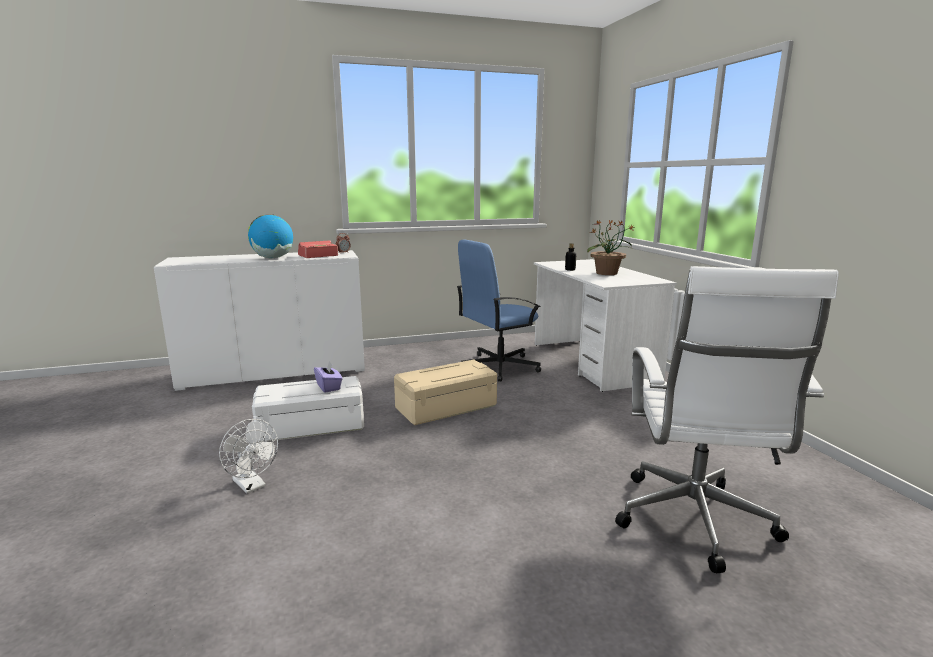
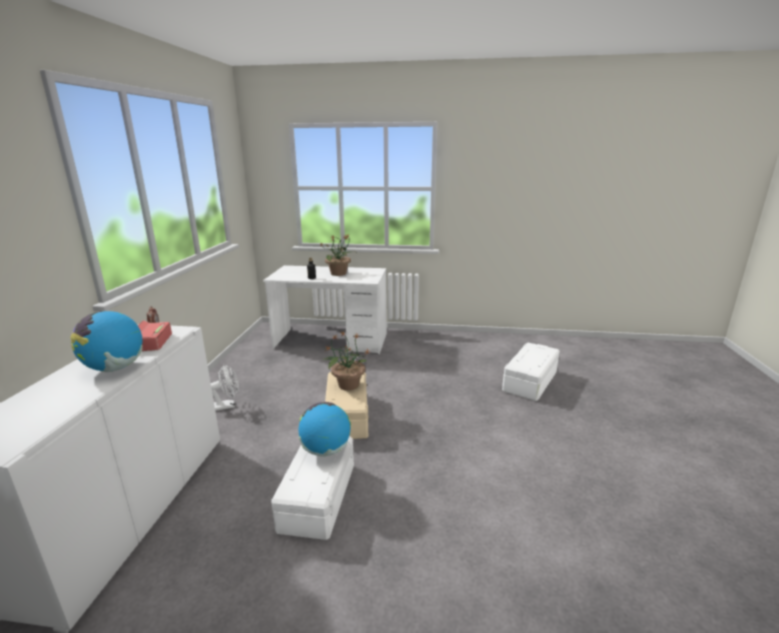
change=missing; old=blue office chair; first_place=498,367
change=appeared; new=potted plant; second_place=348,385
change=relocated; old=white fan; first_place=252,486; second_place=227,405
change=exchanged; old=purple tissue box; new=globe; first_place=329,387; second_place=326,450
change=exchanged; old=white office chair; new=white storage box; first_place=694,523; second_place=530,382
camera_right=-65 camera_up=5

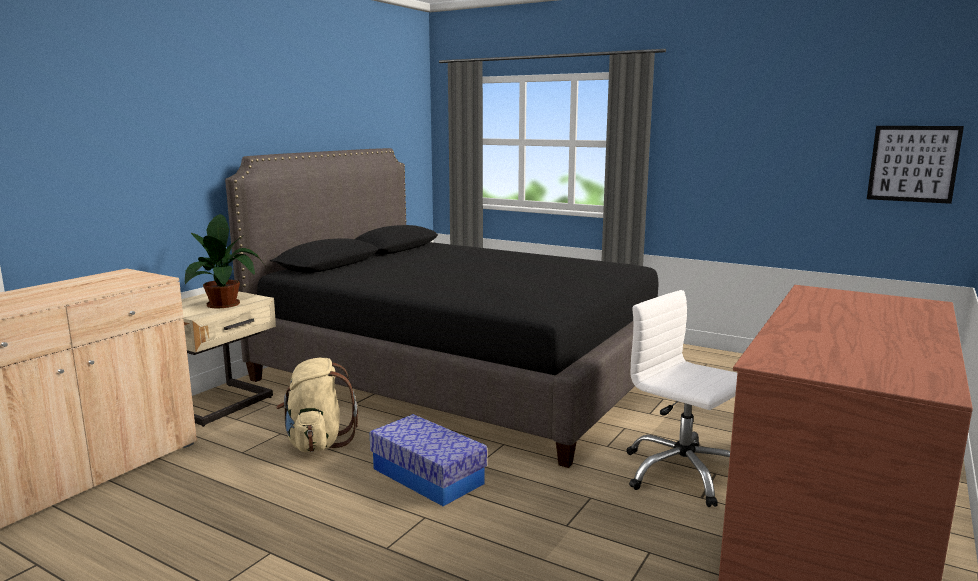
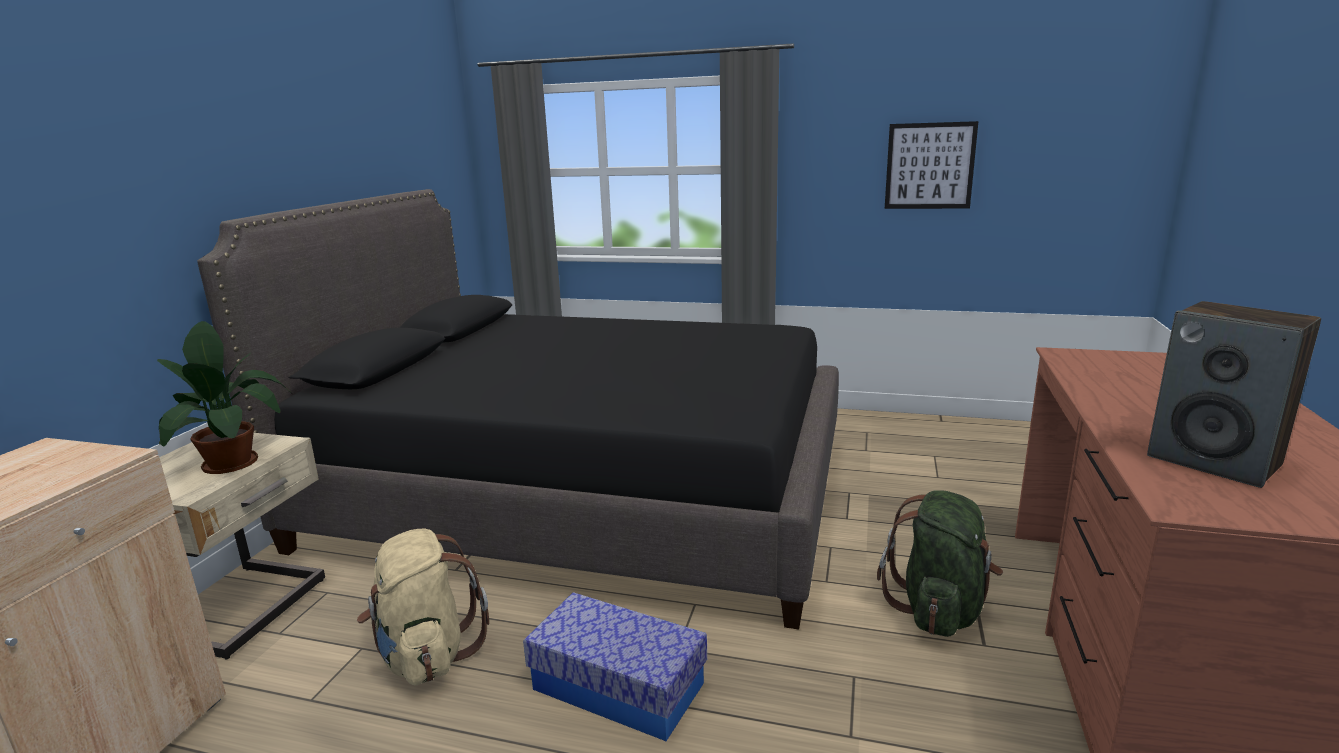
change=appeared; new=speaker; second_place=1215,461
change=relocated; old=picture; first_place=913,164; second_place=929,166
change=exchanged; old=white office chair; new=green backpack; first_place=682,473; second_place=939,609
camera_right=-15 camera_up=5

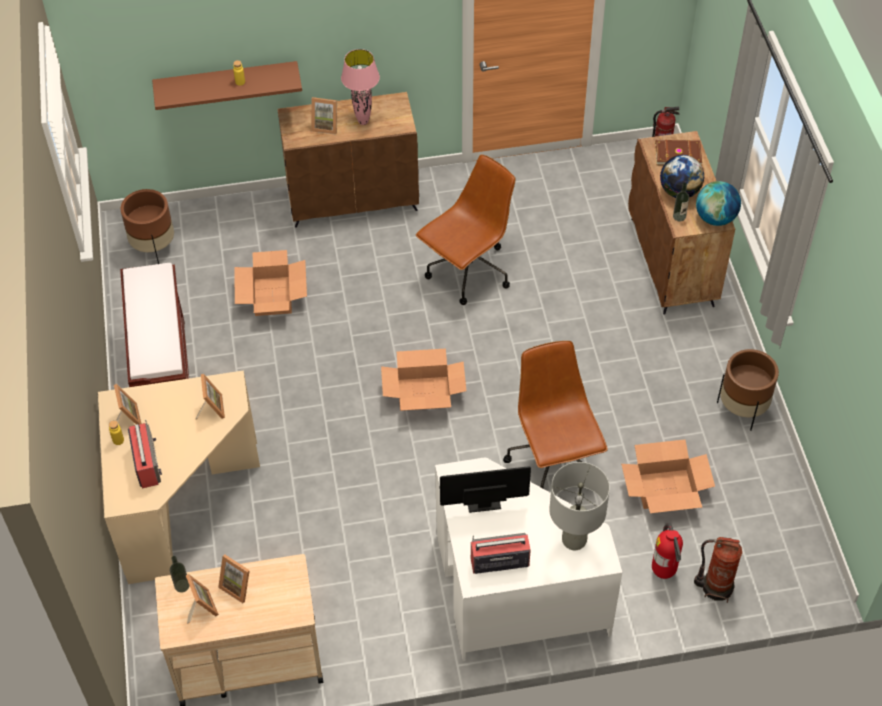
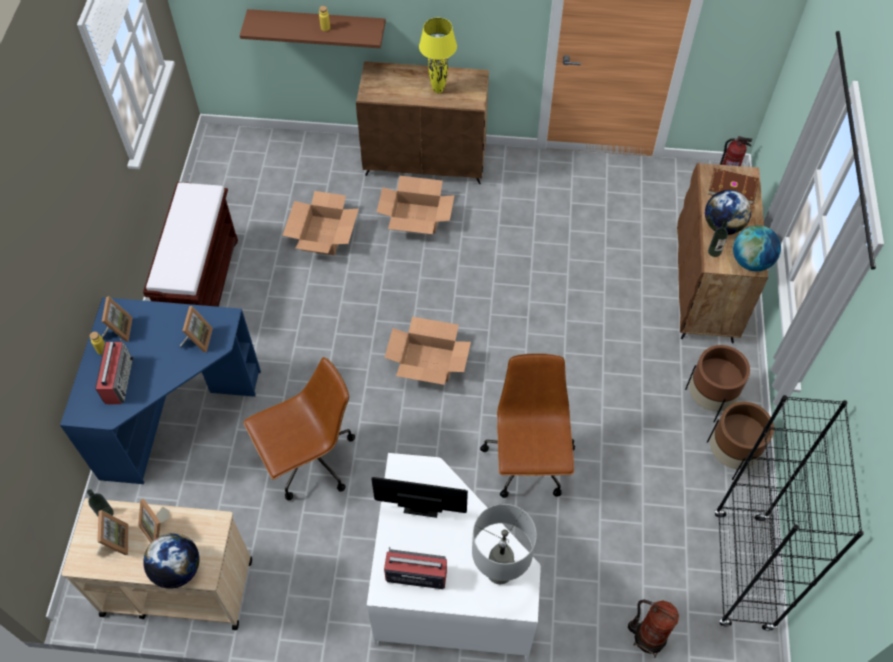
change=missing; old=picture frame; first_place=326,126
change=missing; old=fire extinguisher; first_place=664,572
change=appeared; new=globe; second_place=177,569
change=appeared; new=black bookcase; second_place=742,571
change=relocated; old=brown planter; first_place=154,248; second_place=709,399
change=relocated; old=brown office chair; first_place=468,273; second_place=309,461
change=relocated; old=cardboard box; first_place=665,489; second_place=416,217
change=colour; old=beige desk; new=blue desk; first_place=182,504; second_place=173,414
change=colour; old=pink table lamp; new=yellow table lamp; first_place=363,121; second_place=438,90
camera_right=15 camera_up=5

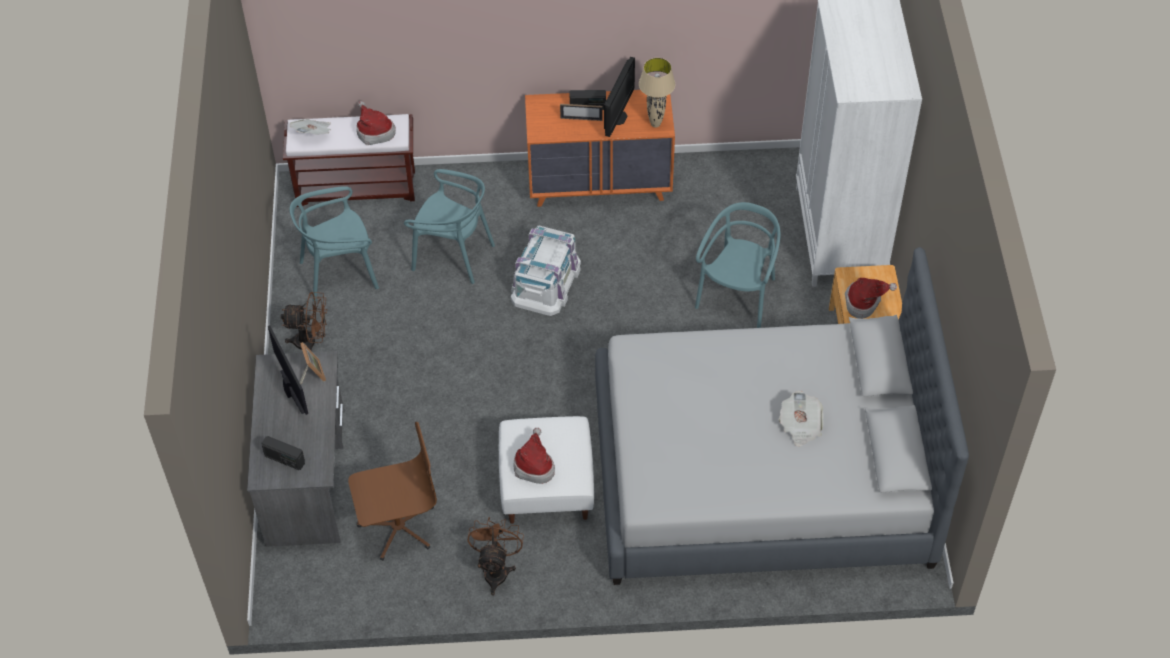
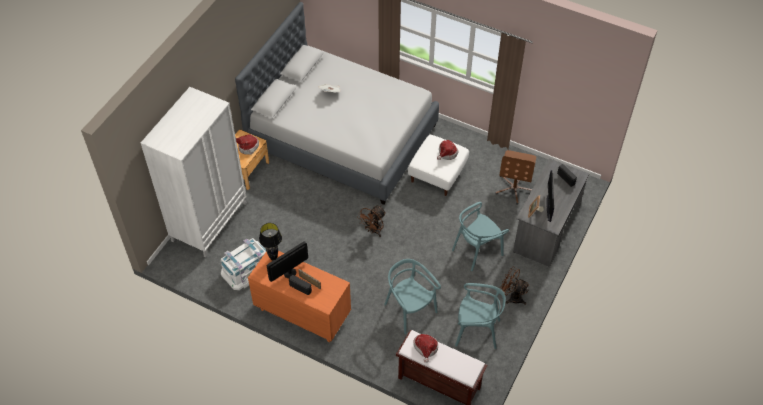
change=missing; old=newspaper; first_place=313,134
change=relocated; old=brown fan; first_place=496,570; second_place=373,231
change=relocated; old=white storage box; first_place=545,281; second_place=246,270
change=relocated; old=turquoise chair; first_place=738,295; second_place=477,251
change=colour; old=beige table lamp; new=black table lamp; first_place=655,124; second_place=273,258
change=spun; old=brown office chair; first_place=397,526; second_place=514,188; degrees=-90
camera_right=-150 camera_up=0

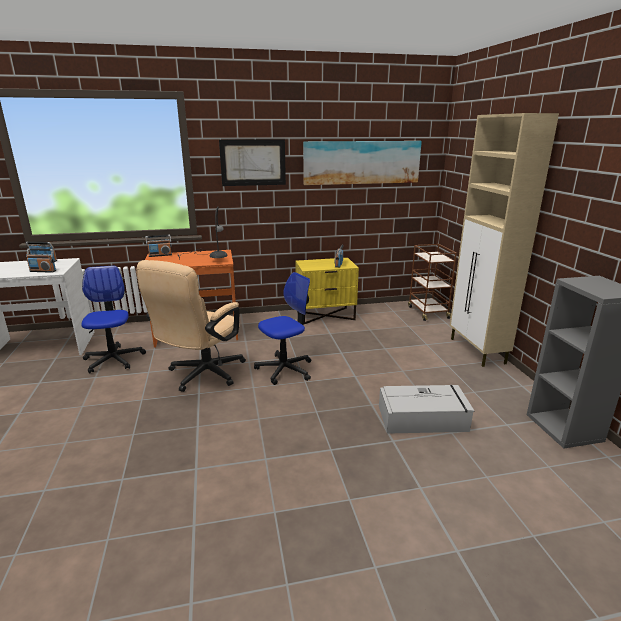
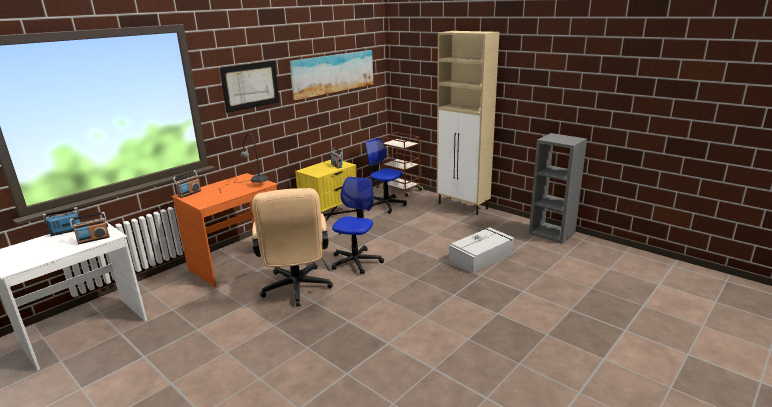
change=relocated; old=office chair; first_place=114,359; second_place=385,205
camera_right=-35 camera_up=0

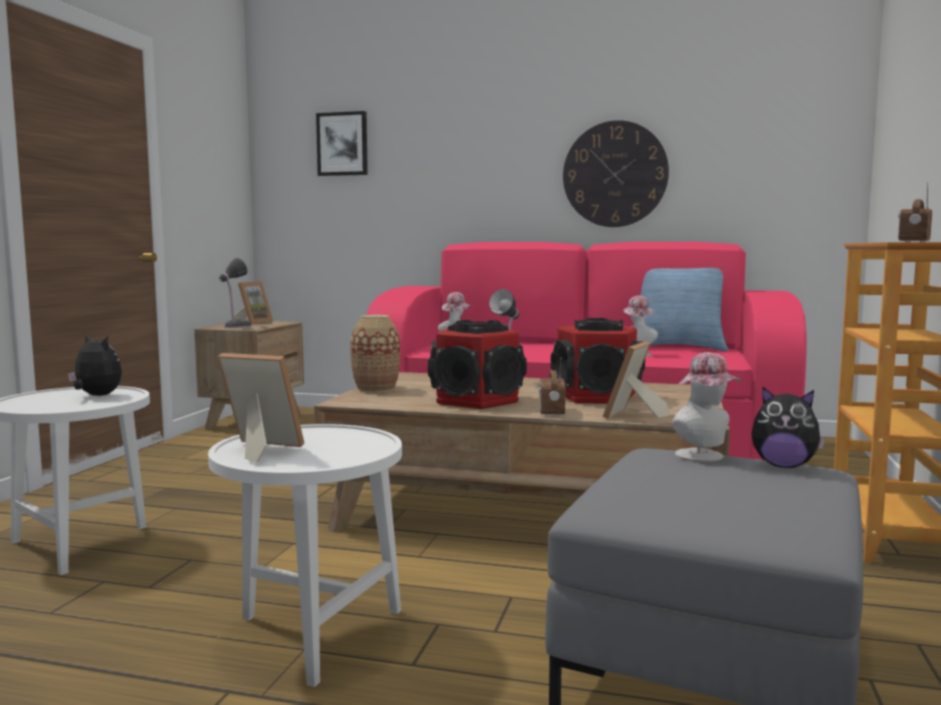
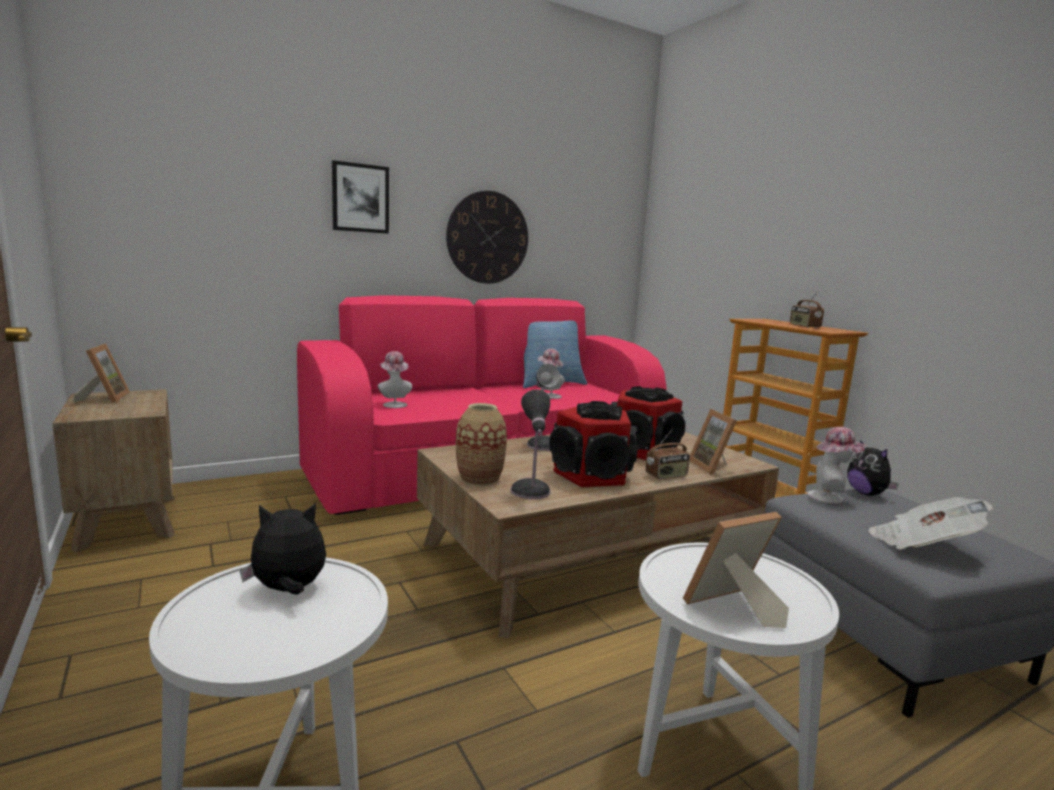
change=appeared; new=newspaper; second_place=922,545
change=relocated; old=table lamp; first_place=236,326; second_place=530,492
change=relocated; old=picture; first_place=342,144; second_place=360,198
change=spun; old=radio; first_place=551,411; second_place=666,476; degrees=-75
change=spun; old=plush toy; first_place=783,466; second_place=867,493; degrees=90
camera_right=-45 camera_up=5

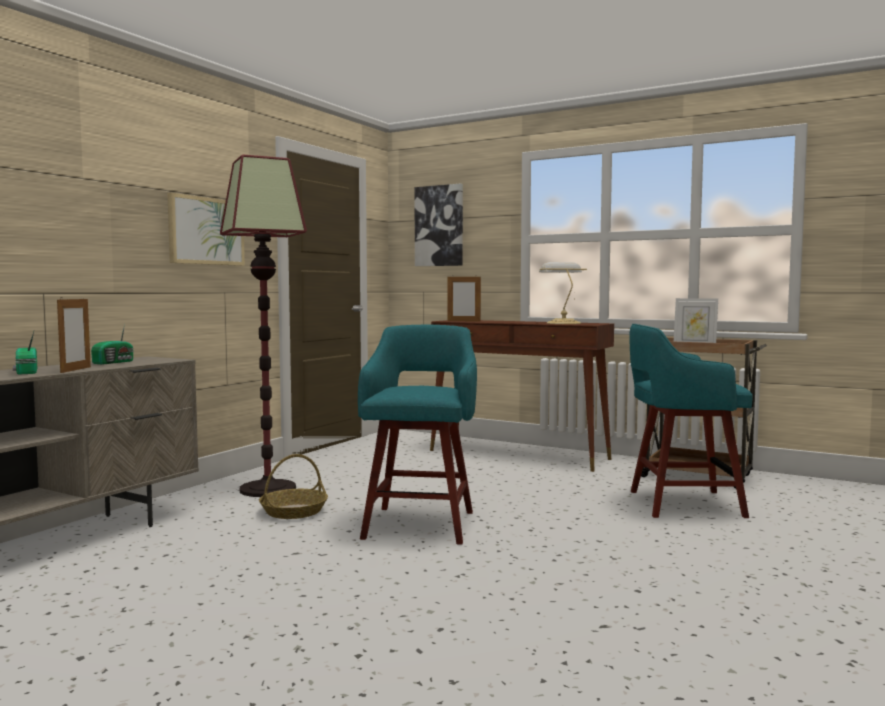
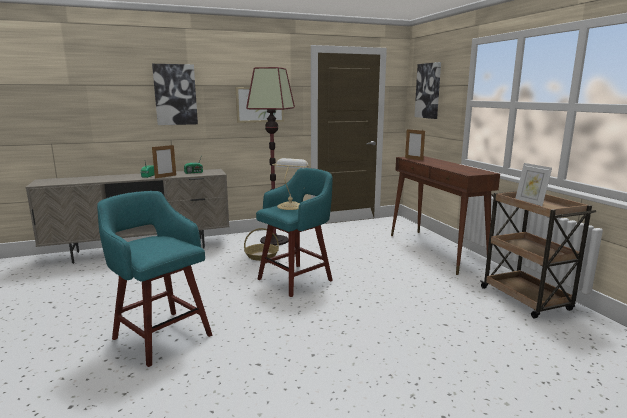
change=appeared; new=picture; second_place=175,94
change=relocated; old=table lamp; first_place=562,323; second_place=290,206
change=relocated; old=turquoise stool; first_place=681,504; second_place=161,335
camera_right=40 camera_up=10

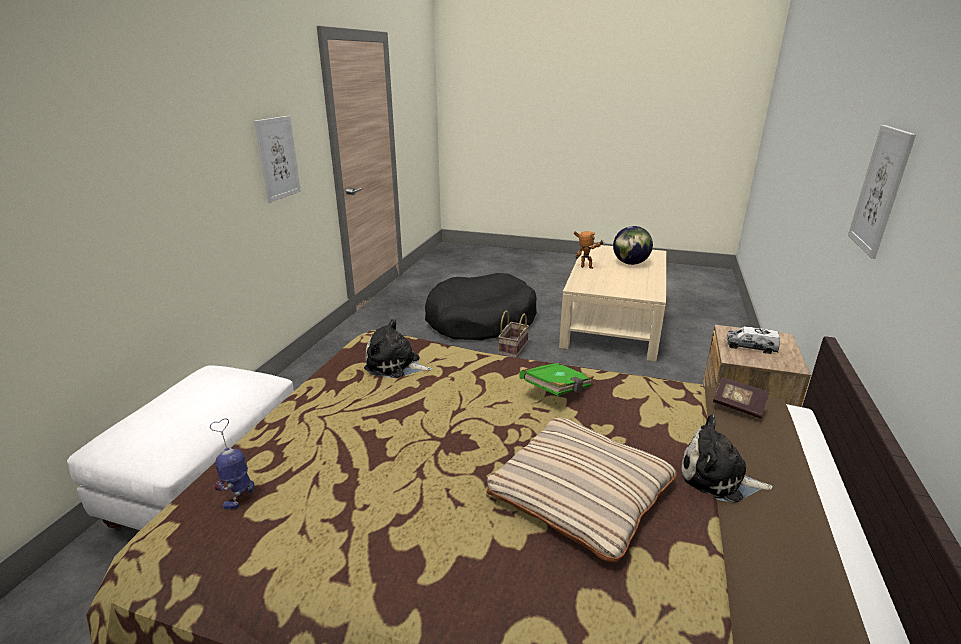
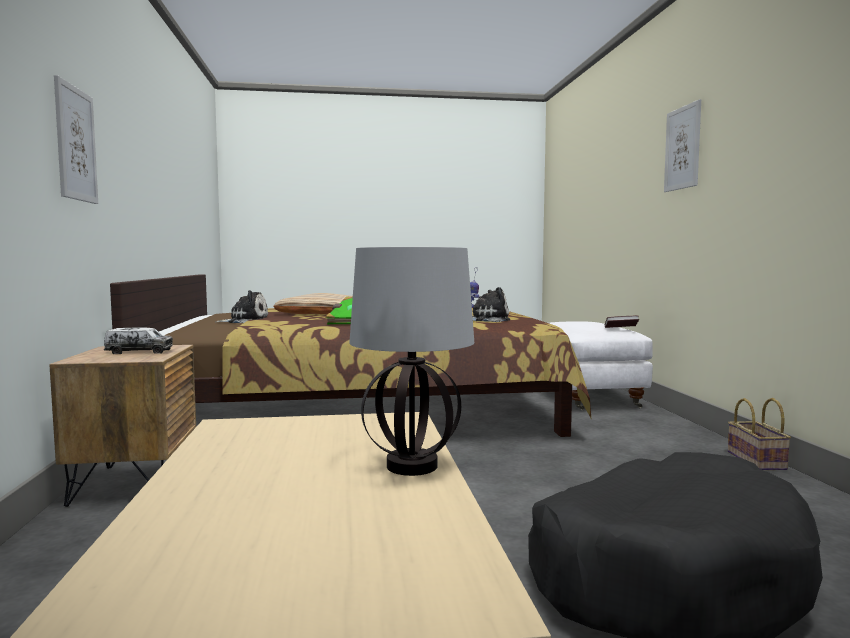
change=missing; old=globe; first_place=630,263
change=relocated; old=picture; first_place=278,158; second_place=682,148
change=relocated; old=basket; first_place=513,348; second_place=758,461
change=relocated; old=book; first_place=738,406; second_place=621,328
change=exchanged; old=toy robot; new=table lamp; first_place=586,268; second_place=413,466
camera_right=155 camera_up=-20

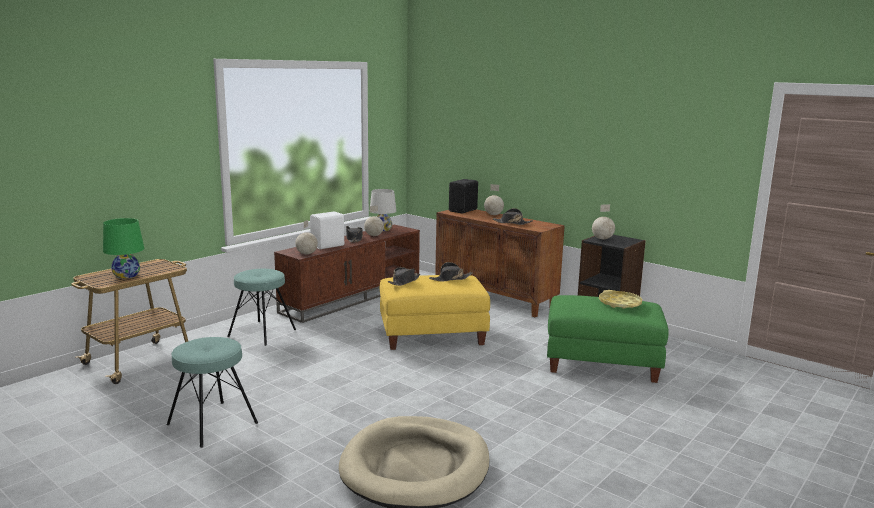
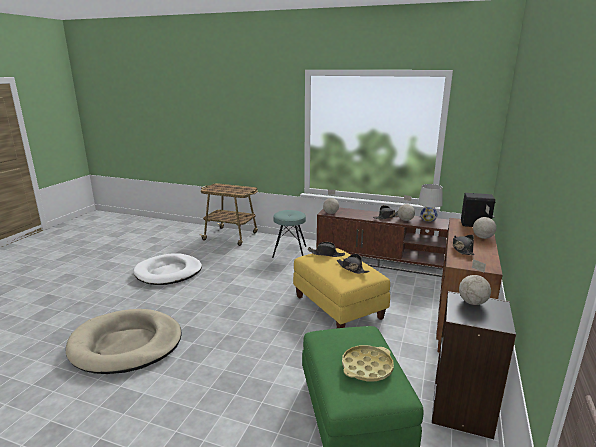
change=missing; old=green table lamp; first_place=126,275
change=missing; old=white speaker; first_place=328,246
change=exchanged; old=turquoise stool; new=white dog bed; first_place=212,424; second_place=168,272
camera_right=70 camera_up=5

